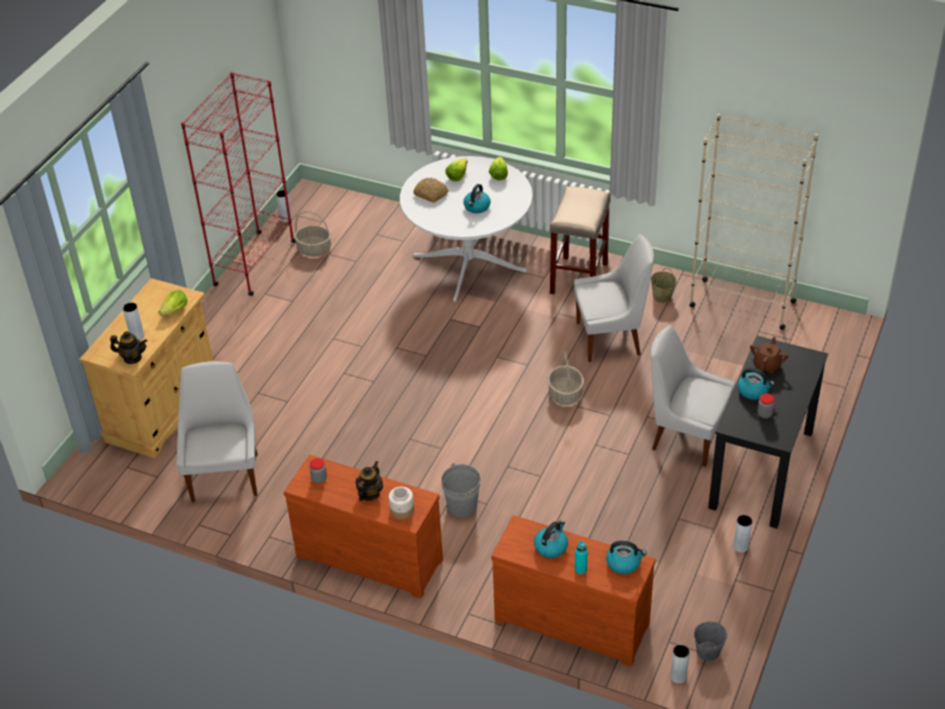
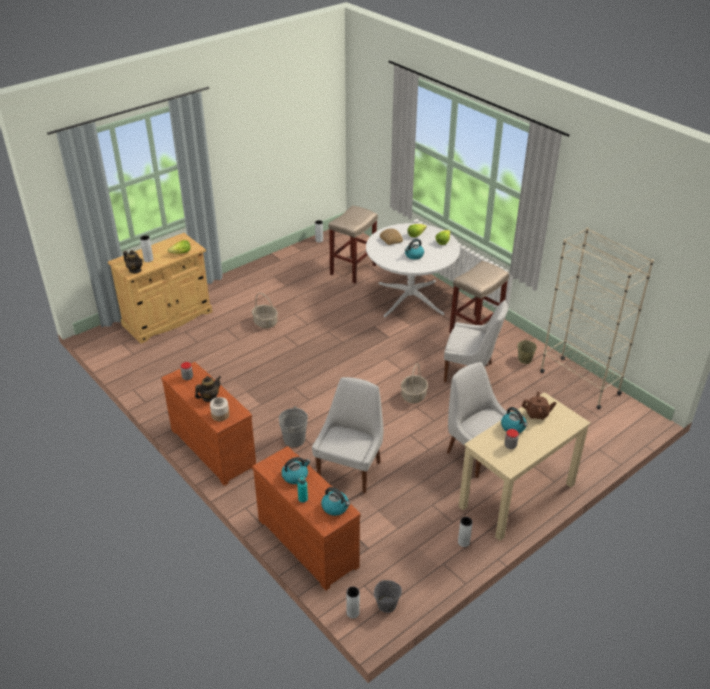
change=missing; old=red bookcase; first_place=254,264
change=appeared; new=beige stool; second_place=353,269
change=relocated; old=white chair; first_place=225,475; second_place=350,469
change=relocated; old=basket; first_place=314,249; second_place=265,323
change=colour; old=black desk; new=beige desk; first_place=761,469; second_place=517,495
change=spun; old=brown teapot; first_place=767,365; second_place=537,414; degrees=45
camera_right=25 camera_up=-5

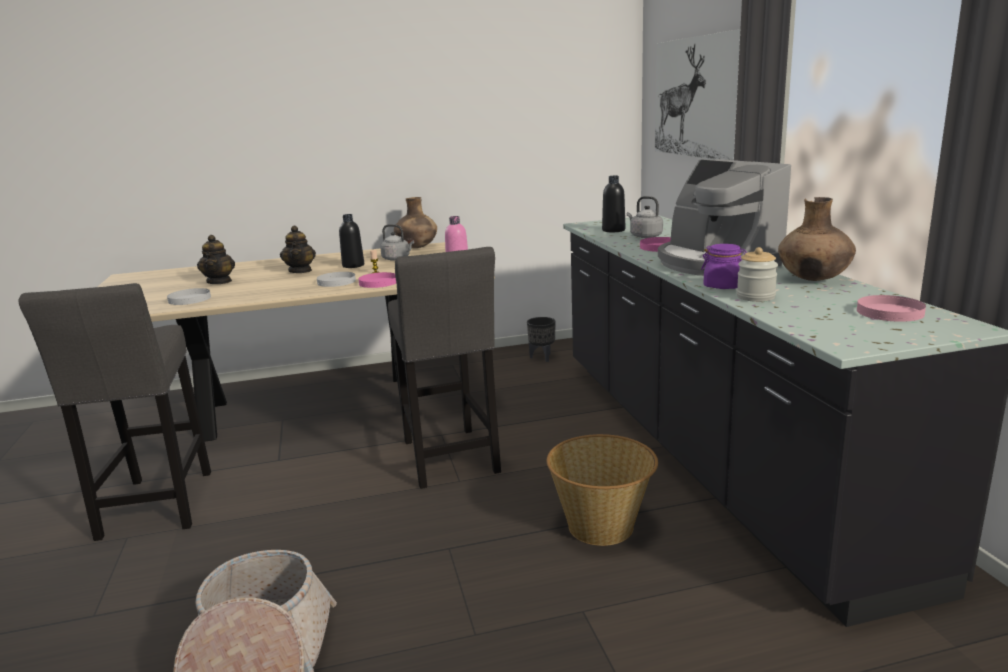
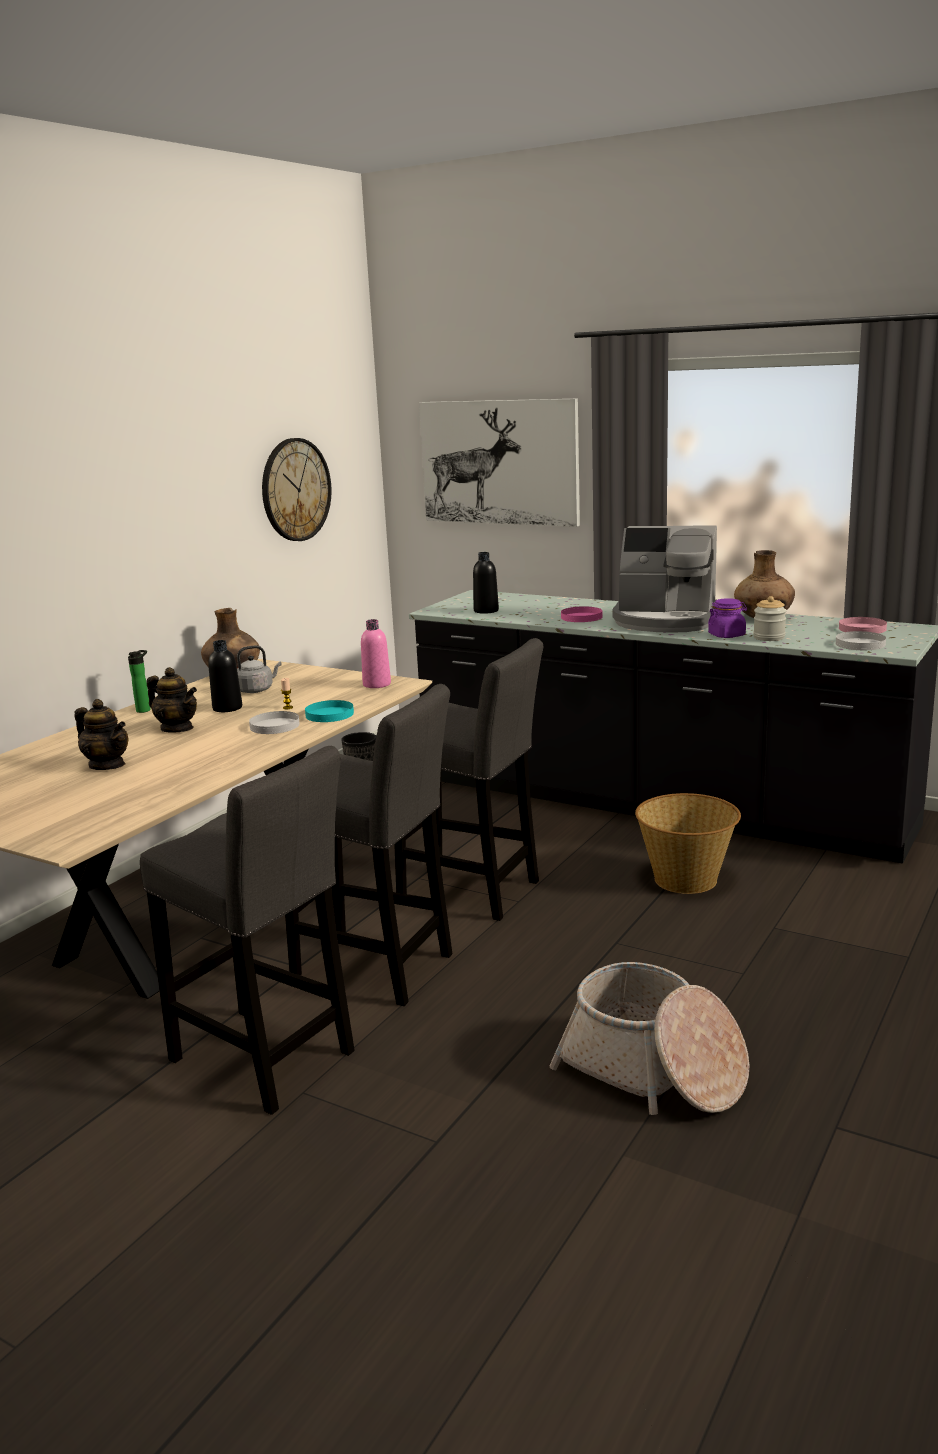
change=missing; old=grey kettle; first_place=644,236
change=appeared; new=bottle; second_place=145,710
change=appeared; new=wall clock; second_place=295,490
change=appeared; new=grey stool; second_place=379,969
change=relocated; old=white plate; first_place=189,299; second_place=860,644
change=colour; old=pink plate; new=turquoise plate; first_place=378,282; second_place=329,714
camera_right=-45 camera_up=0

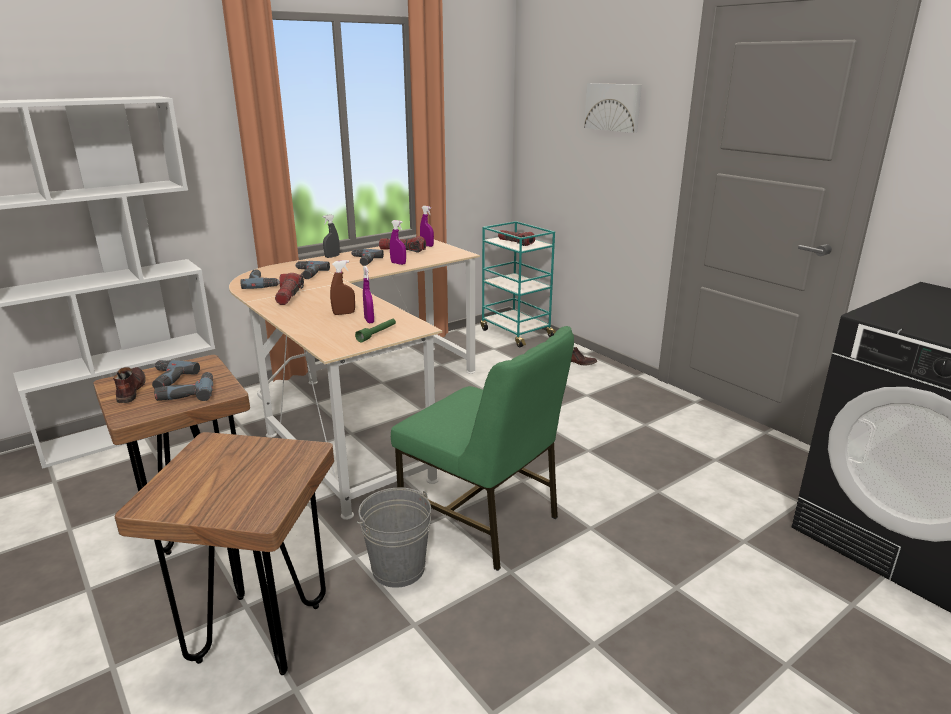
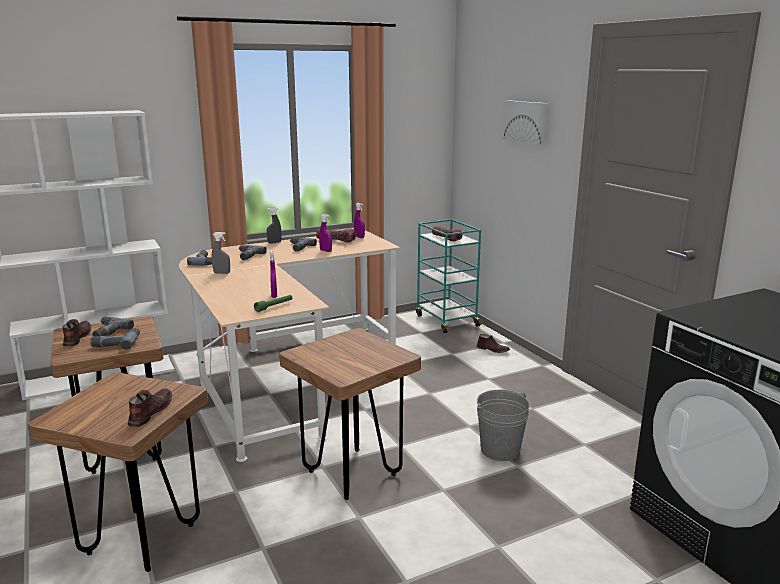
change=missing; old=brown spray bottle; first_place=344,313
change=appeared; new=brown shoe; second_place=150,412
change=relocated; old=grey bucket; first_place=398,568; second_place=500,450
change=exchanged; old=flashlight; new=grey spray bottle; first_place=289,296; second_place=221,273
change=exchanged; old=green chair; new=brown stool; first_place=482,519; second_place=352,473
camera_right=10 camera_up=-5

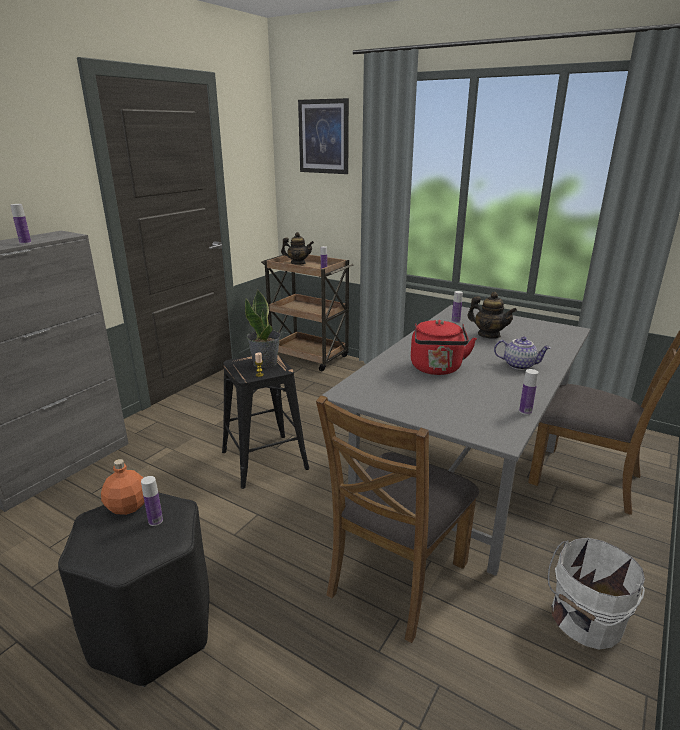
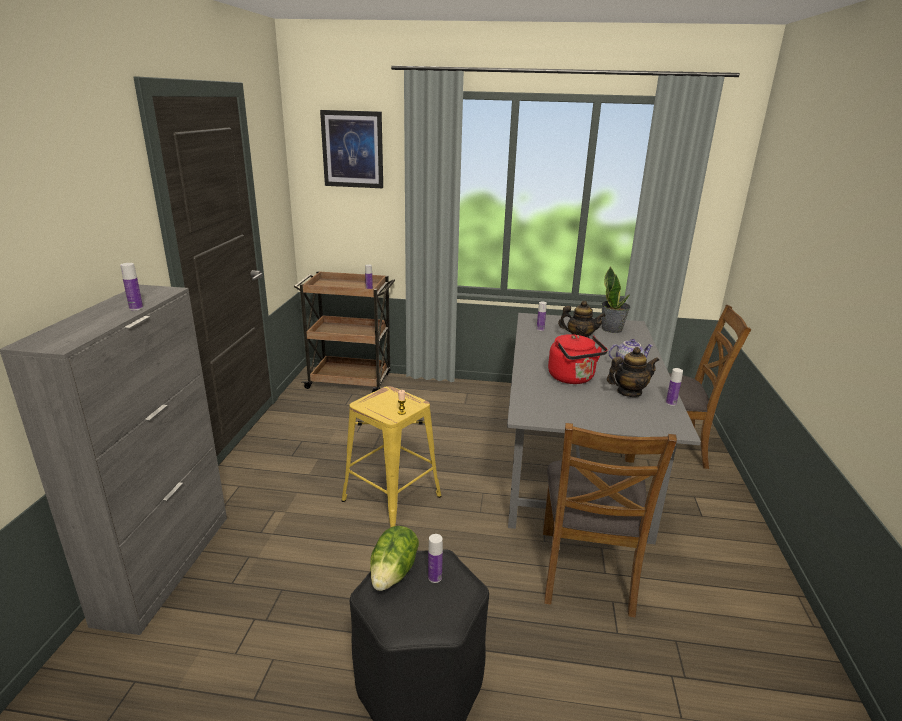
change=missing; old=white bucket; first_place=584,620
change=relocated; old=potted plant; first_place=265,363; second_place=612,329
change=relocated; old=teapot; first_place=298,263; second_place=629,392
change=exchanged; old=orange bottle; new=lettuce; first_place=128,506; second_place=394,573
change=colour; old=black stool; new=yellow stool; first_place=263,460; second_place=391,498
camera_right=-25 camera_up=0

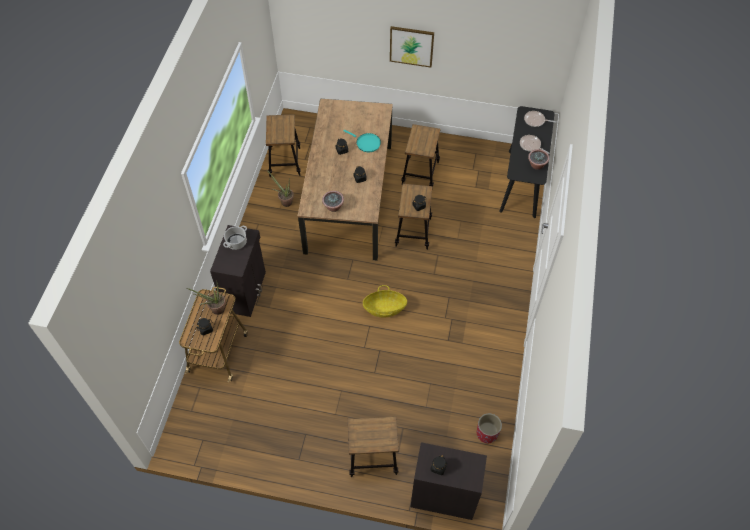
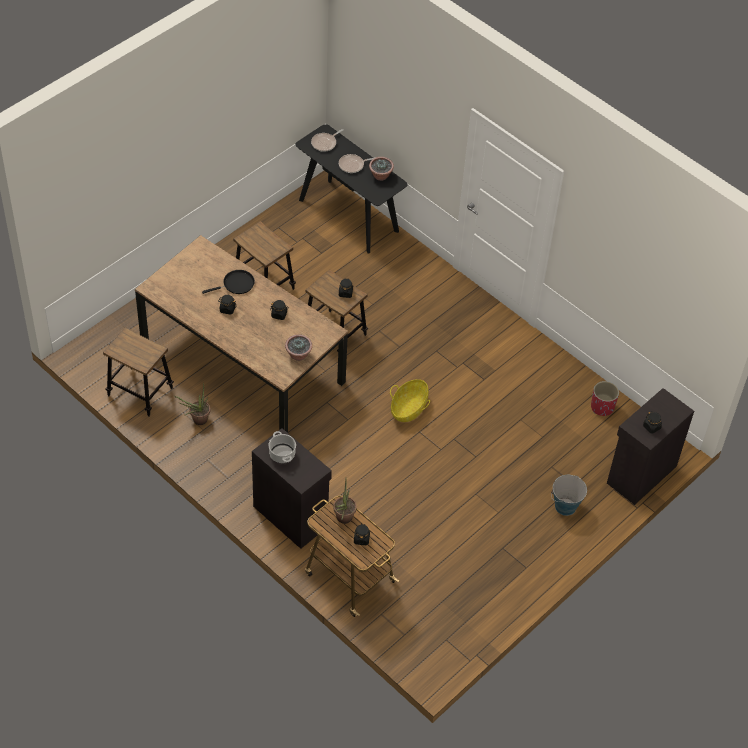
change=missing; old=picture; first_place=411,46
change=exchanged; old=stool; new=bucket; first_place=372,457; second_place=565,506
change=colour; old=turquoise frying pan; new=black frying pan; first_place=366,143; second_place=236,284
camera_right=-60 camera_up=-5

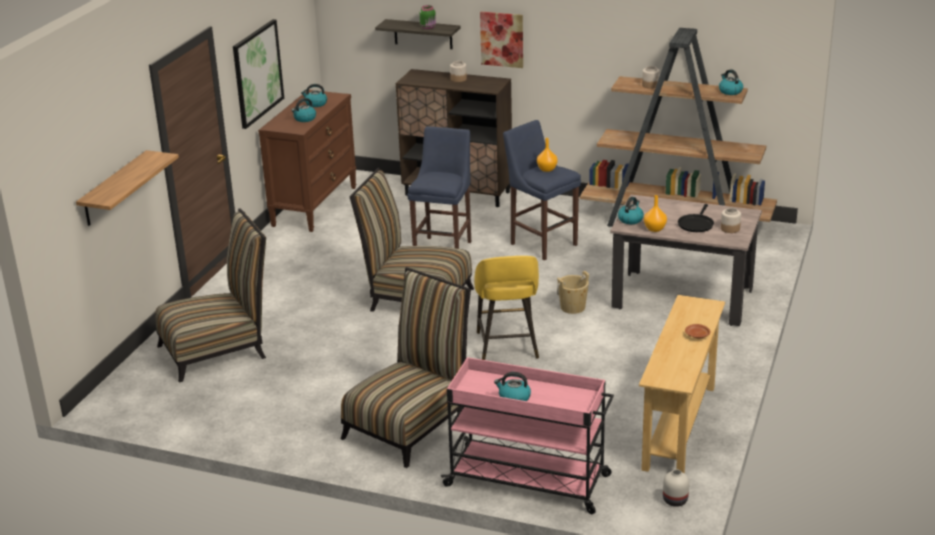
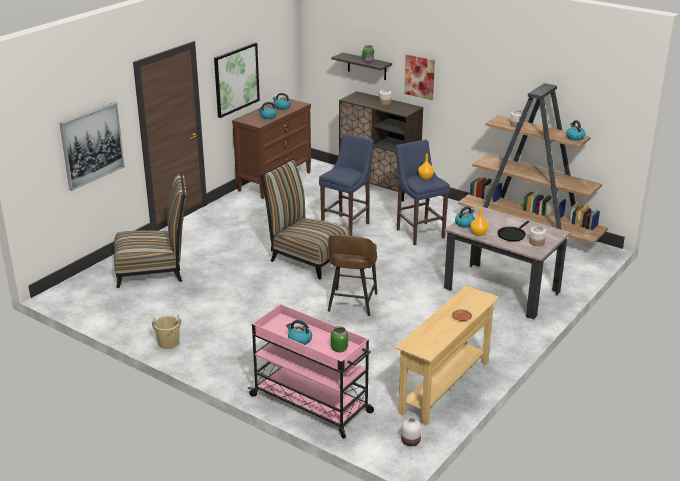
change=missing; old=chair; first_place=410,425
change=appeared; new=green jar; second_place=339,348
change=relocated; old=beige bucket; first_place=573,307; second_place=168,343
change=exchanged; old=shelf; new=picture; first_place=114,189; second_place=92,145
change=colour; old=yellow stool; new=brown stool; first_place=507,346; second_place=352,303
camera_right=15 camera_up=0

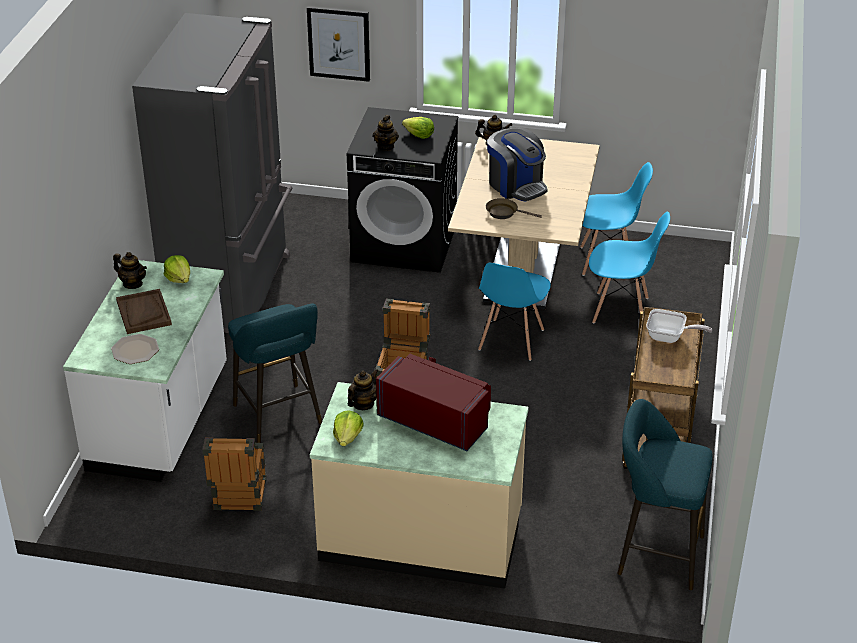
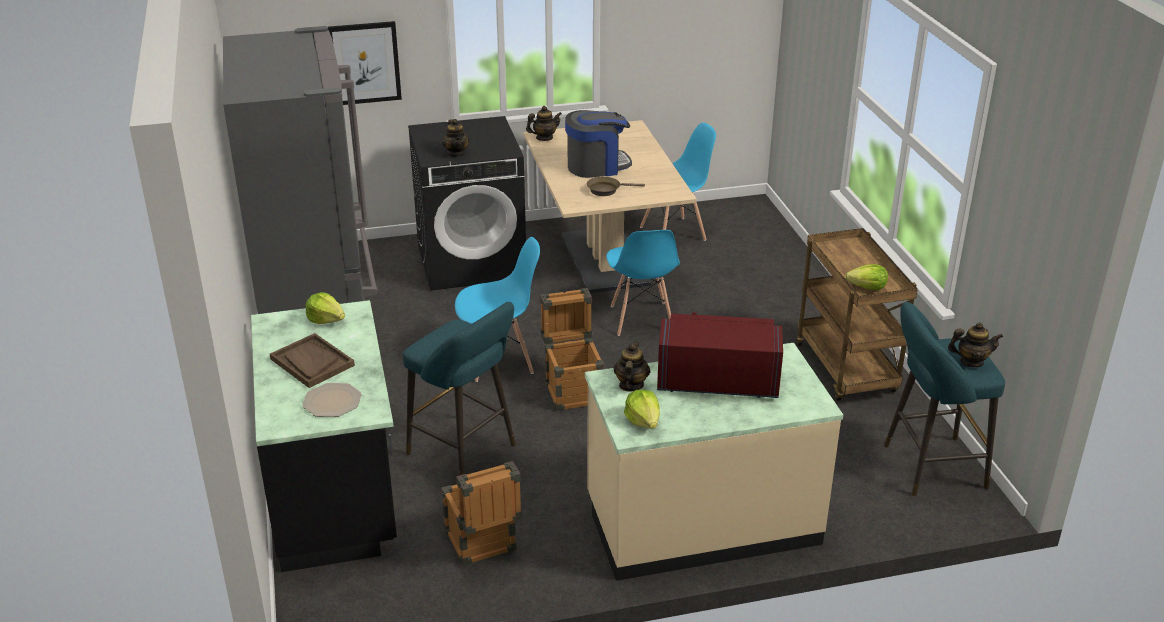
change=missing; old=frying pan; first_place=669,337
change=relocated; old=teapot; first_place=132,284; second_place=971,361
change=relocated; old=lettuce; first_place=419,135; second_place=867,287
change=relocated; old=blue chair; first_place=621,311; second_place=499,361
change=colour; old=white counter; new=black counter; first_place=161,420; second_place=335,492
change=spun; old=coffee machine; first_place=516,185; second_place=597,166; degrees=-45
camera_right=-25 camera_up=-5

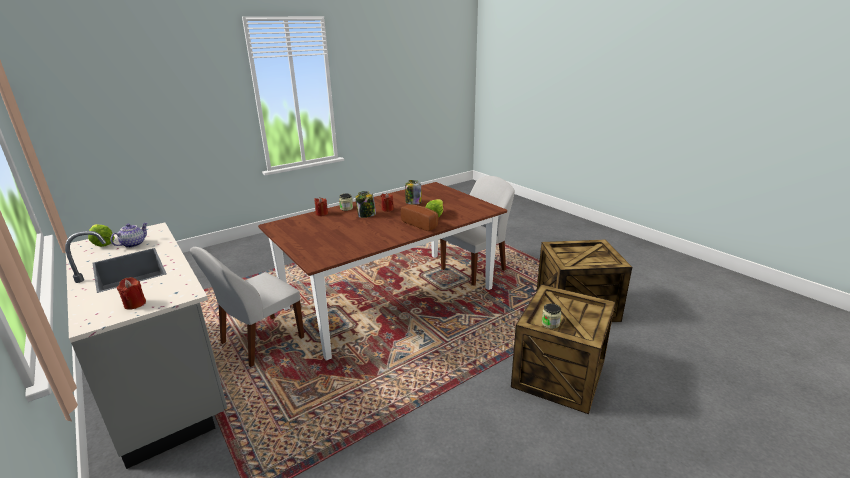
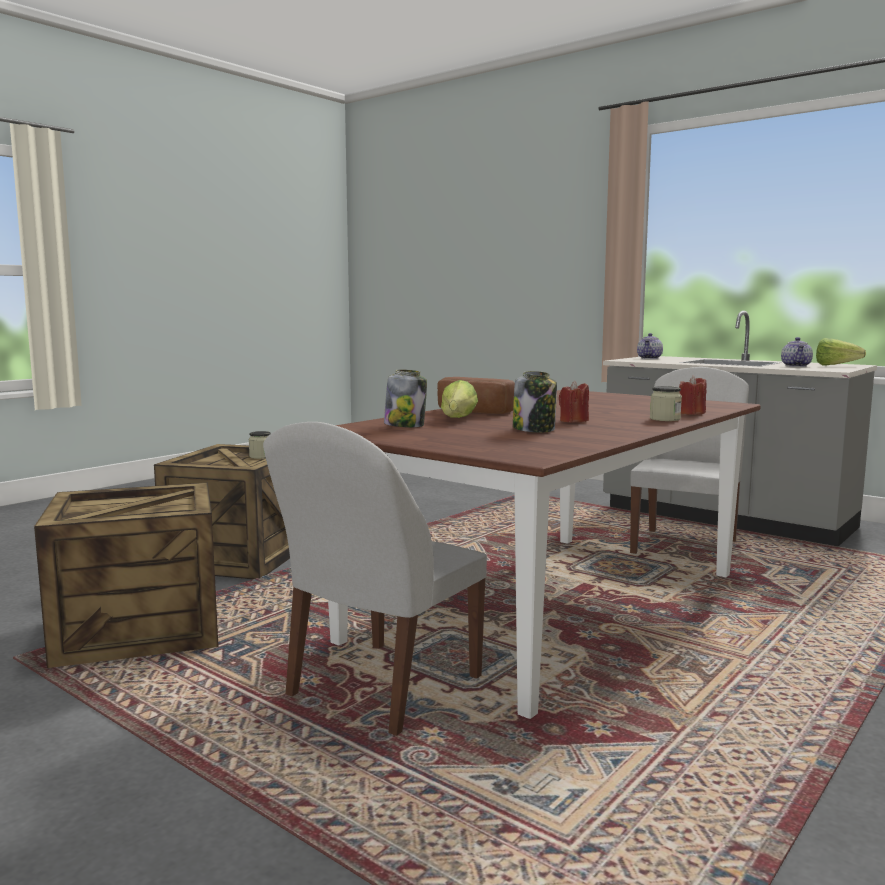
change=relocated; old=jar; first_place=366,215; second_place=405,425
change=exchanged; old=red candle; new=teapot; first_place=135,304; second_place=650,358
camera_right=165 camera_up=-15

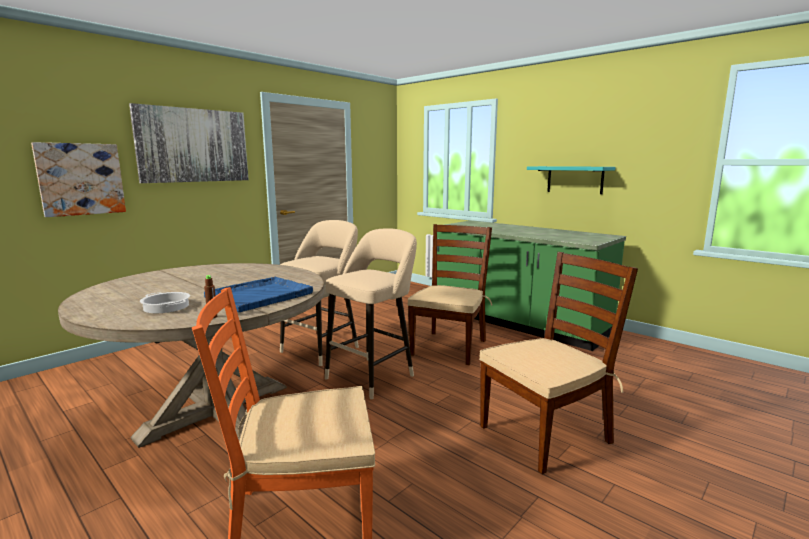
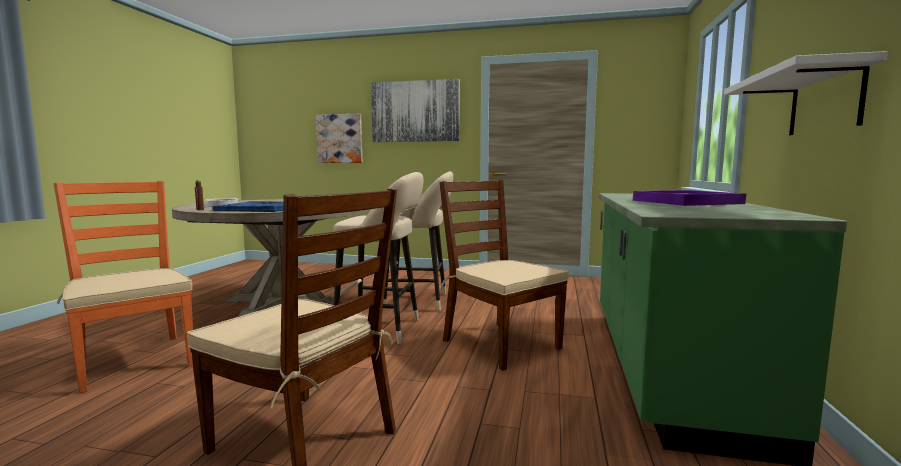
change=appeared; new=purple tray; second_place=686,202
change=colour; old=turquoise shelf; new=white shelf; first_place=575,179; second_place=825,101
change=spun; old=brown chair; first_place=449,347; second_place=500,344; degrees=-120
camera_right=60 camera_up=-5

